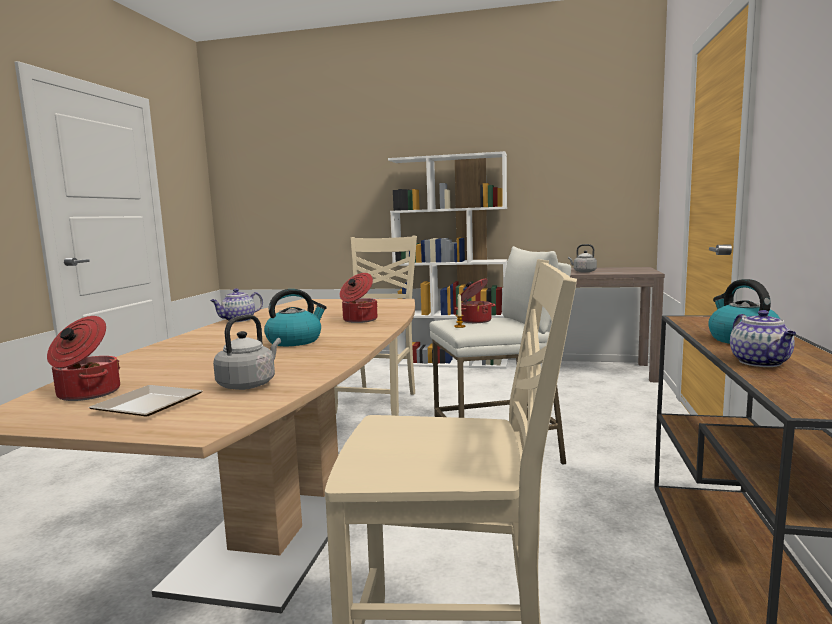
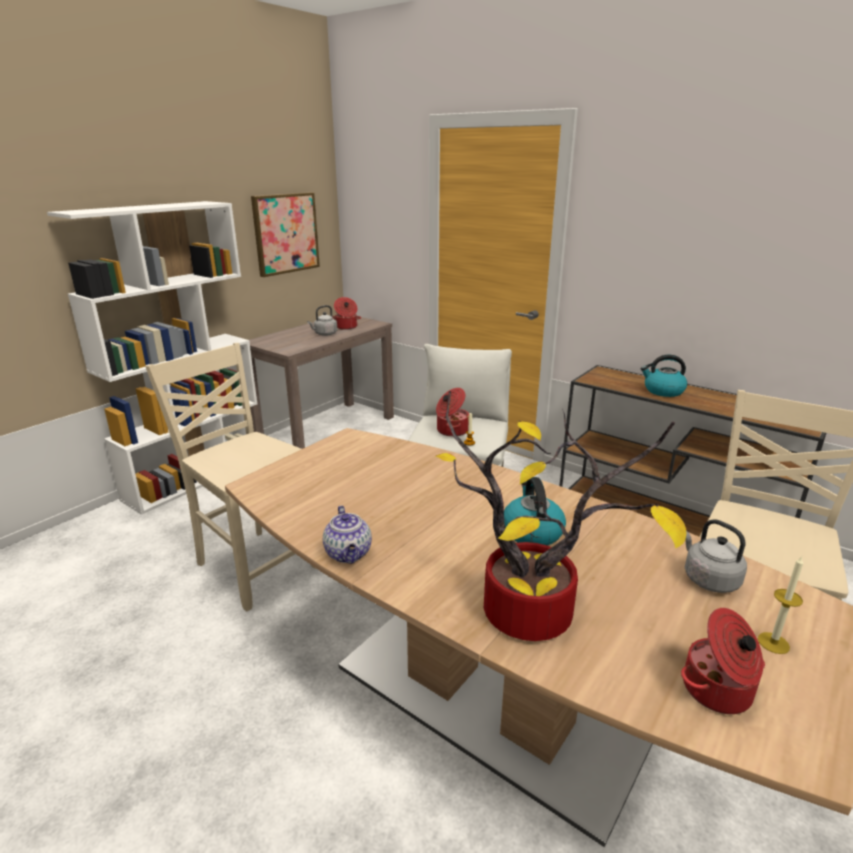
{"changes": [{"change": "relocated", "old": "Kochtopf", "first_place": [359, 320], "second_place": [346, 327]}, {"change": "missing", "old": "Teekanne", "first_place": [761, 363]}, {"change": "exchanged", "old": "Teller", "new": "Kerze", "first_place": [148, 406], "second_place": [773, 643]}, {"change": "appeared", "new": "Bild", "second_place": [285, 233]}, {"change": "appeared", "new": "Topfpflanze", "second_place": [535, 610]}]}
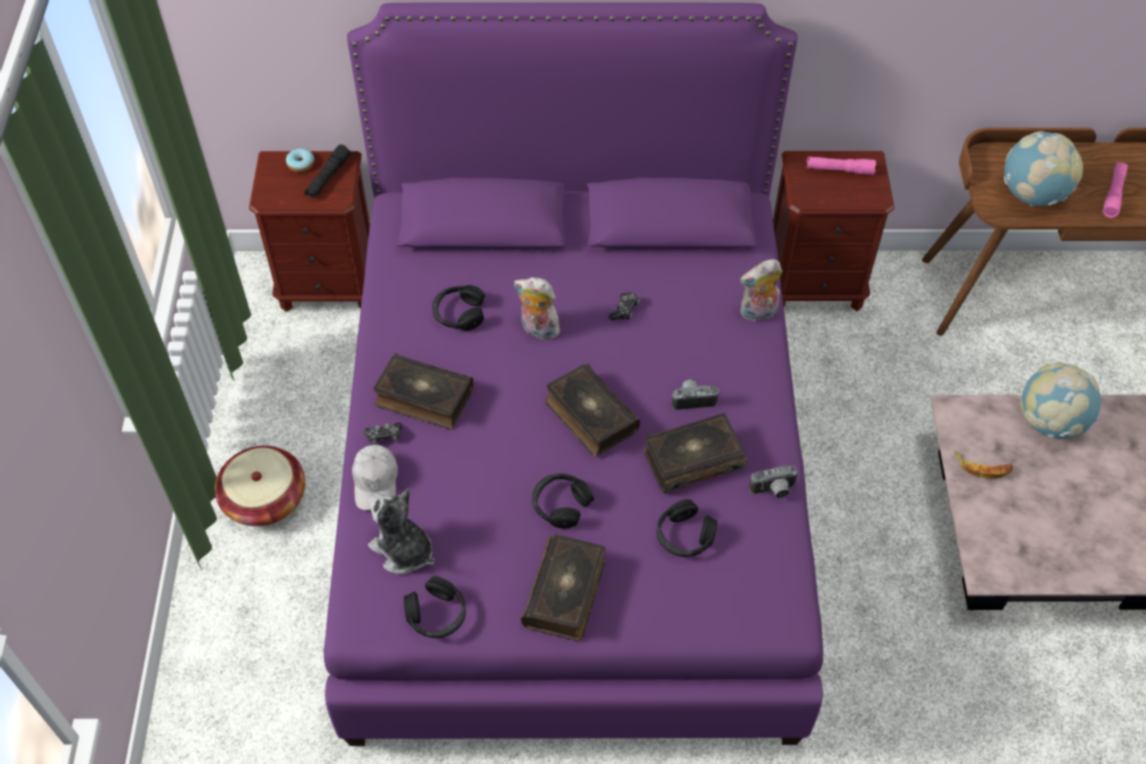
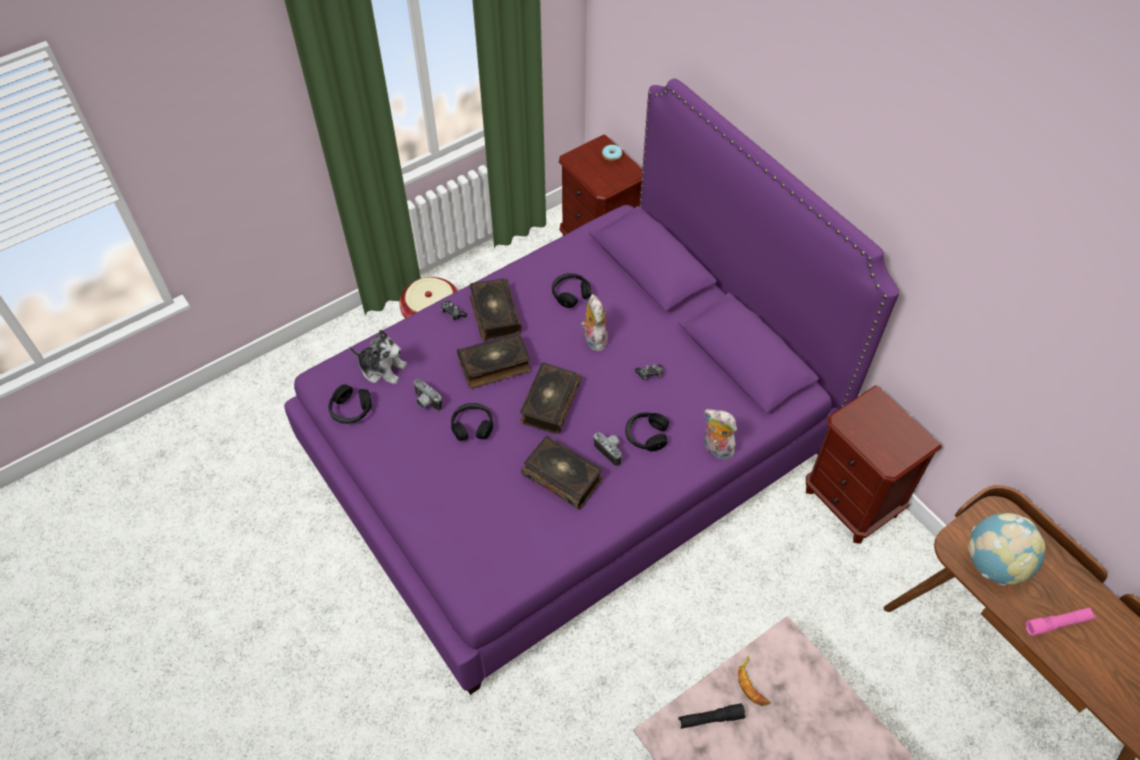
{"changes": [{"change": "relocated", "old": "Taschenlampe [schwarz]", "first_place": [328, 177], "second_place": [710, 719]}, {"change": "missing", "old": "Taschenlampe [rosa]", "first_place": [839, 170]}, {"change": "missing", "old": "Globus", "first_place": [1050, 422]}, {"change": "missing", "old": "Kappe [weiß]", "first_place": [376, 482]}, {"change": "relocated", "old": "Kamera", "first_place": [773, 491], "second_place": [425, 402]}, {"change": "spun", "old": "Plüschtier", "first_place": [403, 550], "second_place": [382, 368], "degrees": 105}, {"change": "relocated", "old": "Kopfhörer [schwarz]", "first_place": [684, 536], "second_place": [646, 435]}, {"change": "relocated", "old": "Buch", "first_place": [566, 593], "second_place": [495, 365]}]}
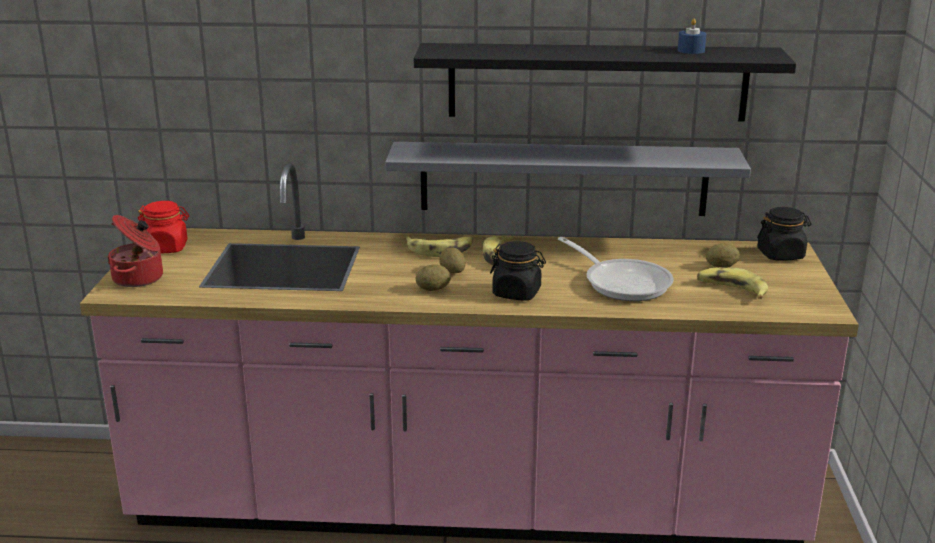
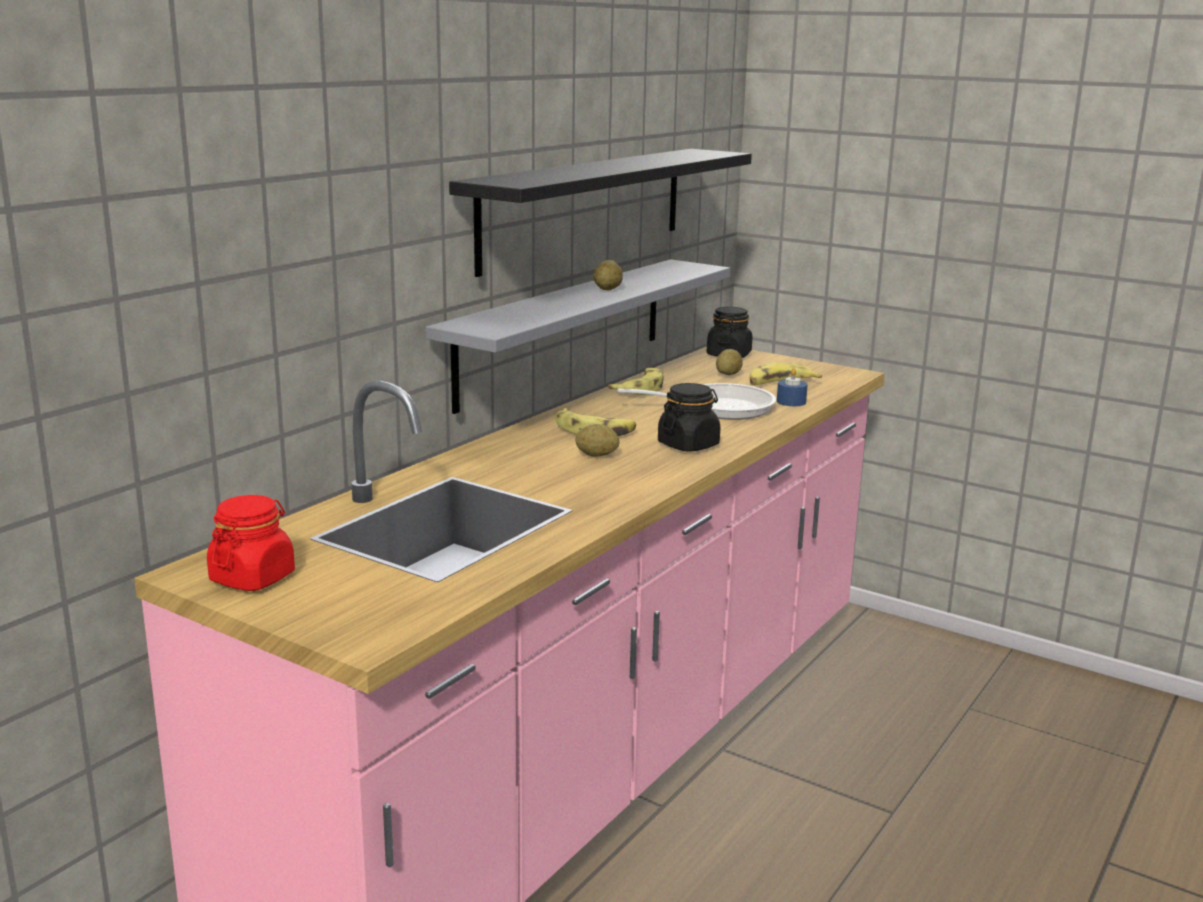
{"changes": [{"change": "relocated", "old": "Kerze [blau]", "first_place": [691, 50], "second_place": [791, 402]}, {"change": "missing", "old": "Kochtopf", "first_place": [139, 278]}, {"change": "relocated", "old": "Banane", "first_place": [440, 250], "second_place": [640, 389]}, {"change": "relocated", "old": "Kartoffel", "first_place": [433, 289], "second_place": [608, 289]}]}
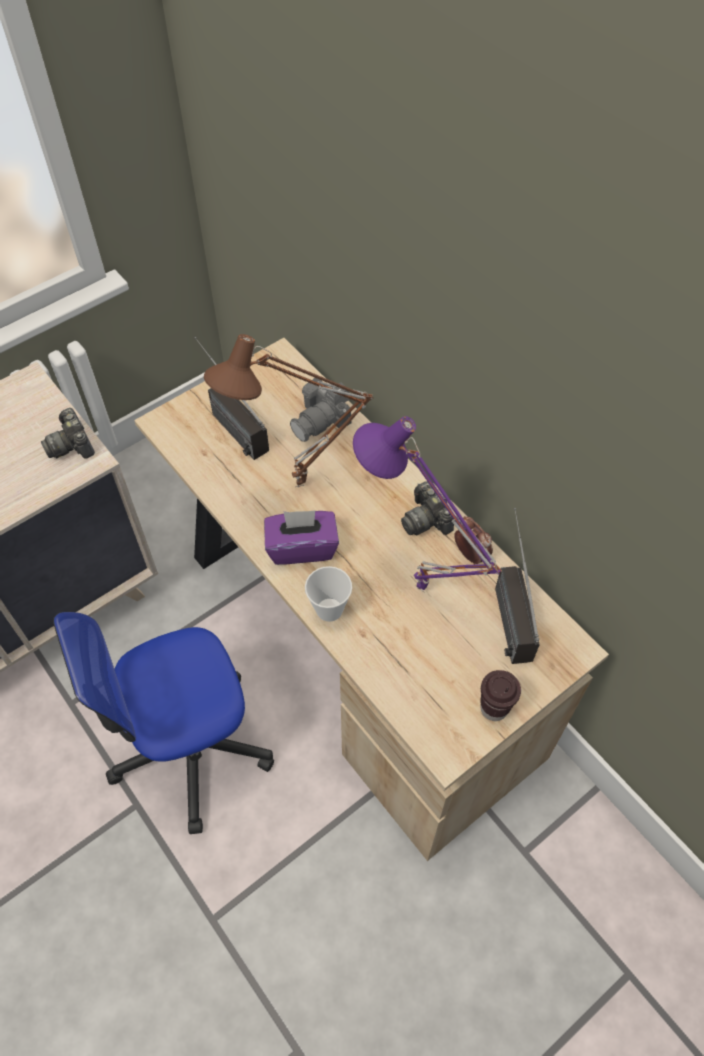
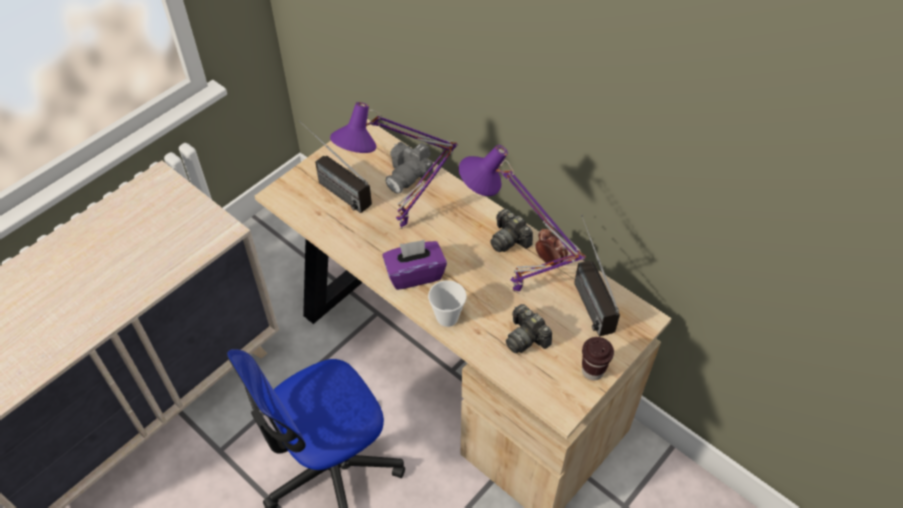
{"changes": [{"change": "colour", "old": "Tischlampe [braun]", "new": "Tischlampe [lila]", "first_place": [301, 489], "second_place": [404, 230]}, {"change": "relocated", "old": "Kamera", "first_place": [72, 445], "second_place": [526, 337]}]}
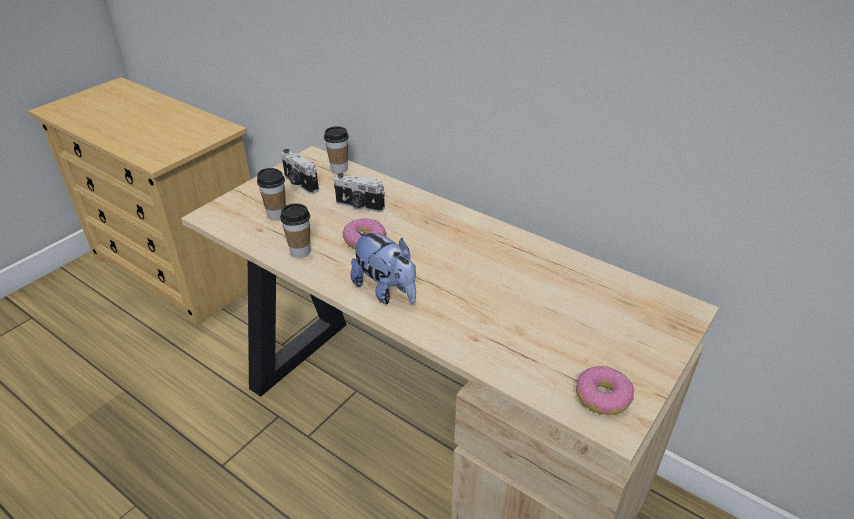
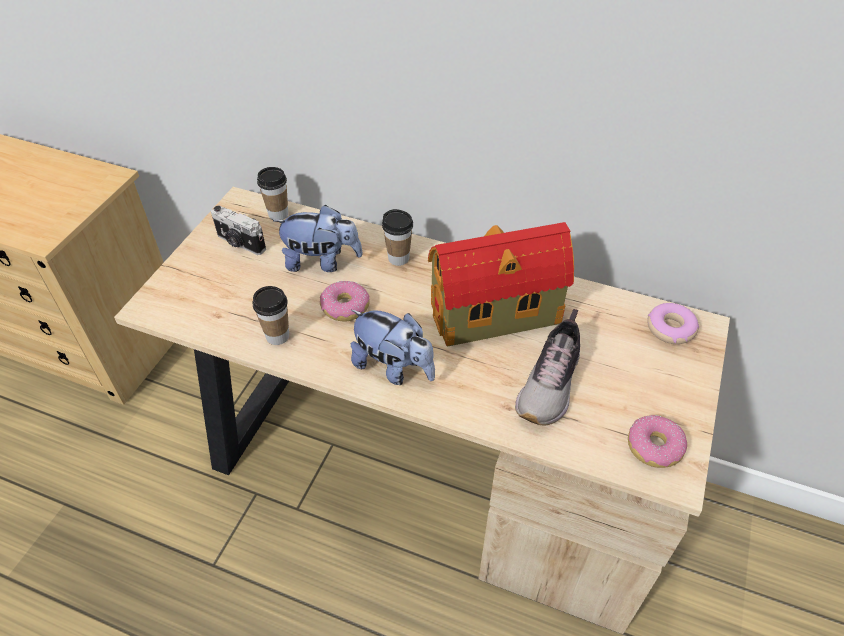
{"changes": [{"change": "relocated", "old": "Tasse", "first_place": [276, 214], "second_place": [398, 258]}, {"change": "exchanged", "old": "Kamera", "new": "Plüschtier", "first_place": [359, 206], "second_place": [321, 262]}, {"change": "appeared", "new": "Spielzeughaus", "second_place": [498, 314]}, {"change": "appeared", "new": "Donut", "second_place": [670, 329]}, {"change": "appeared", "new": "Schuh", "second_place": [551, 384]}]}
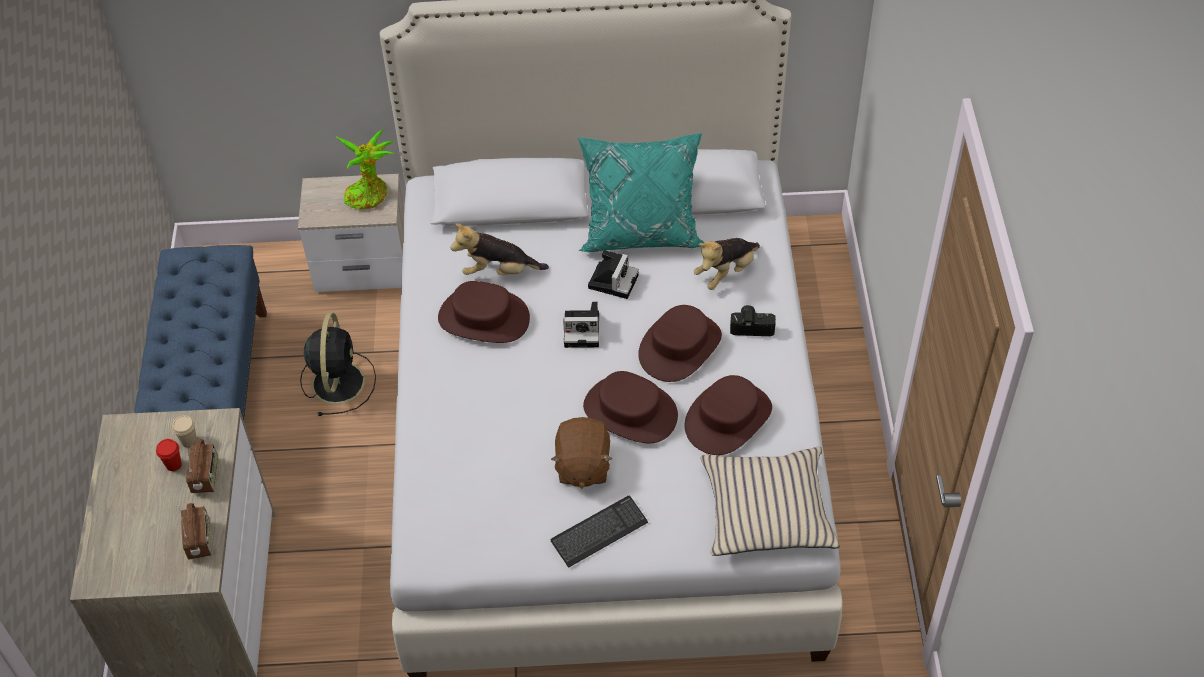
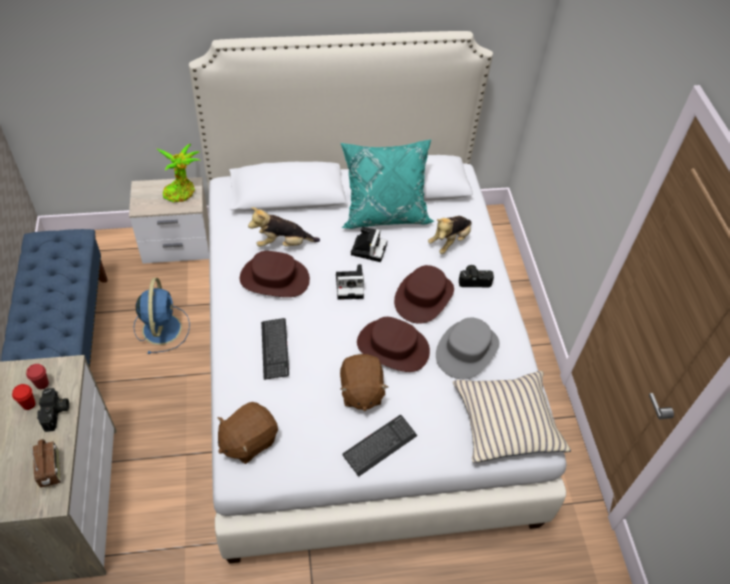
{"changes": [{"change": "colour", "old": "Ventilator [schwarz]", "new": "Ventilator [blau]", "first_place": [338, 381], "second_place": [162, 327]}, {"change": "colour", "old": "Hut [braun]", "new": "Hut [grau]", "first_place": [727, 418], "second_place": [466, 350]}, {"change": "colour", "old": "Tasse [beige]", "new": "Tasse [rot]", "first_place": [189, 441], "second_place": [42, 384]}, {"change": "exchanged", "old": "Radio", "new": "Kamera", "first_place": [206, 476], "second_place": [56, 413]}, {"change": "appeared", "new": "Tastatur", "second_place": [275, 349]}, {"change": "appeared", "new": "Plüschtier [braun]", "second_place": [248, 441]}]}
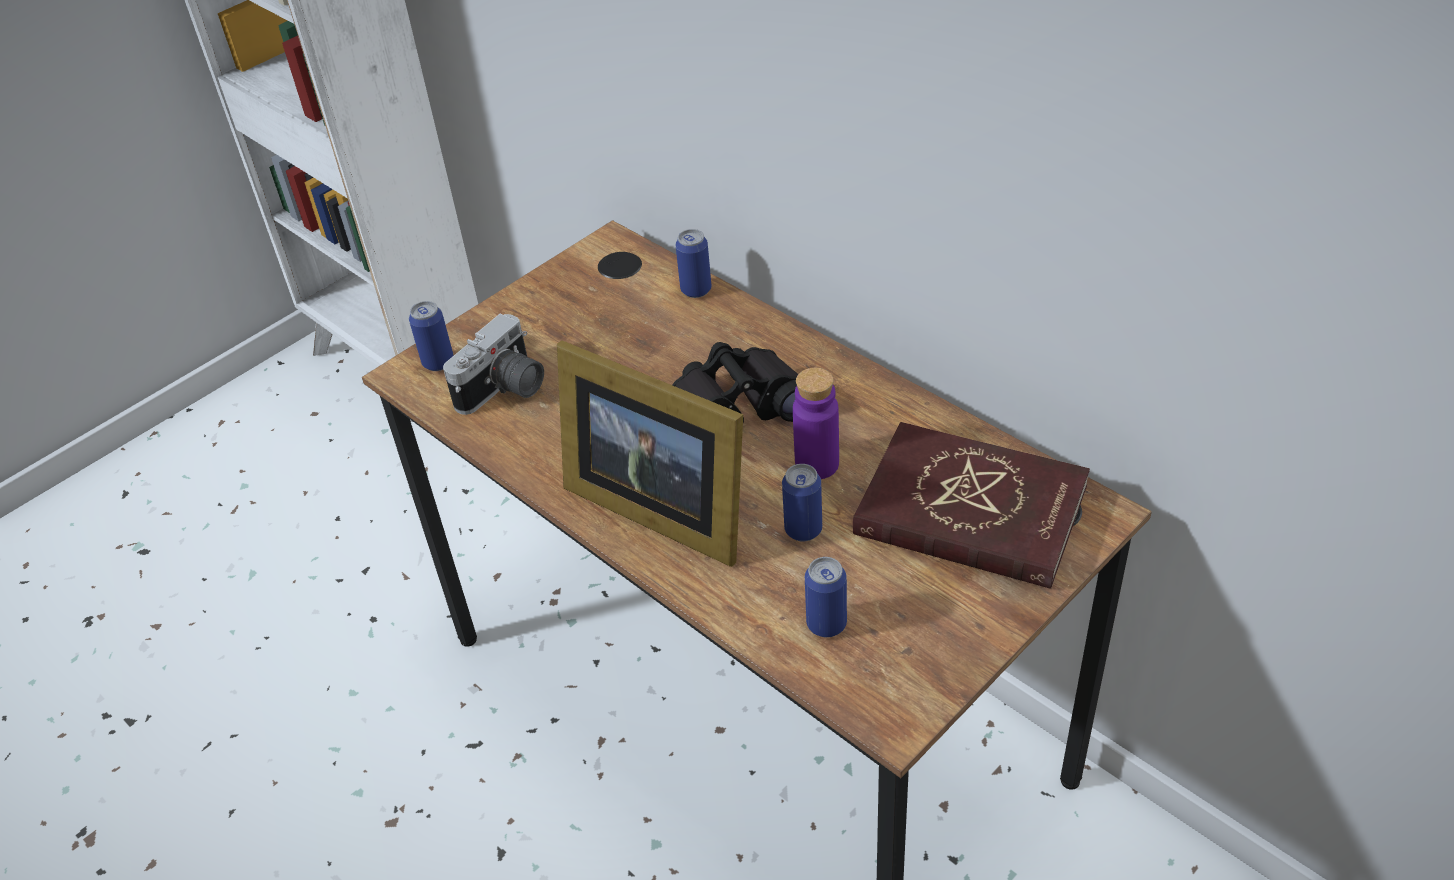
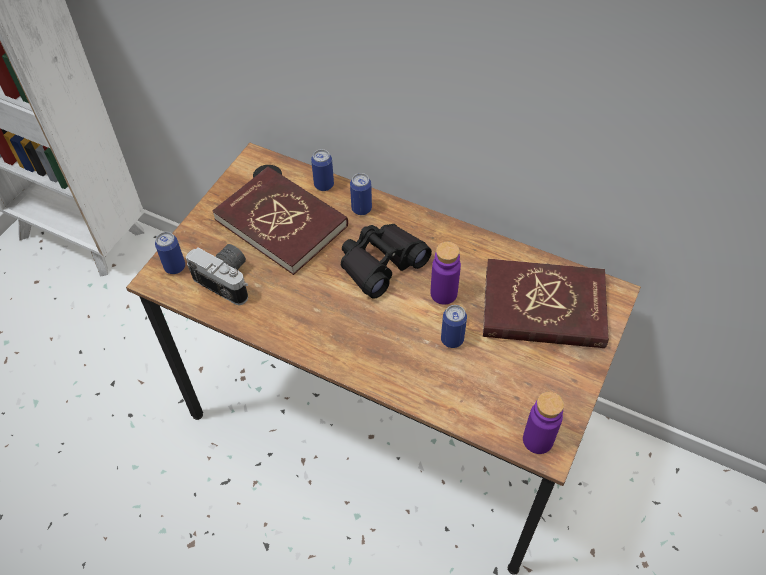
{"changes": [{"change": "spun", "old": "Kamera", "first_place": [505, 390], "second_place": [228, 279], "degrees": -75}, {"change": "missing", "old": "Bilderrahmen", "first_place": [657, 504]}, {"change": "relocated", "old": "Dose", "first_place": [826, 624], "second_place": [361, 209]}, {"change": "appeared", "new": "Buch [rot]", "second_place": [281, 222]}, {"change": "appeared", "new": "Flasche [lila]", "second_place": [537, 440]}]}
